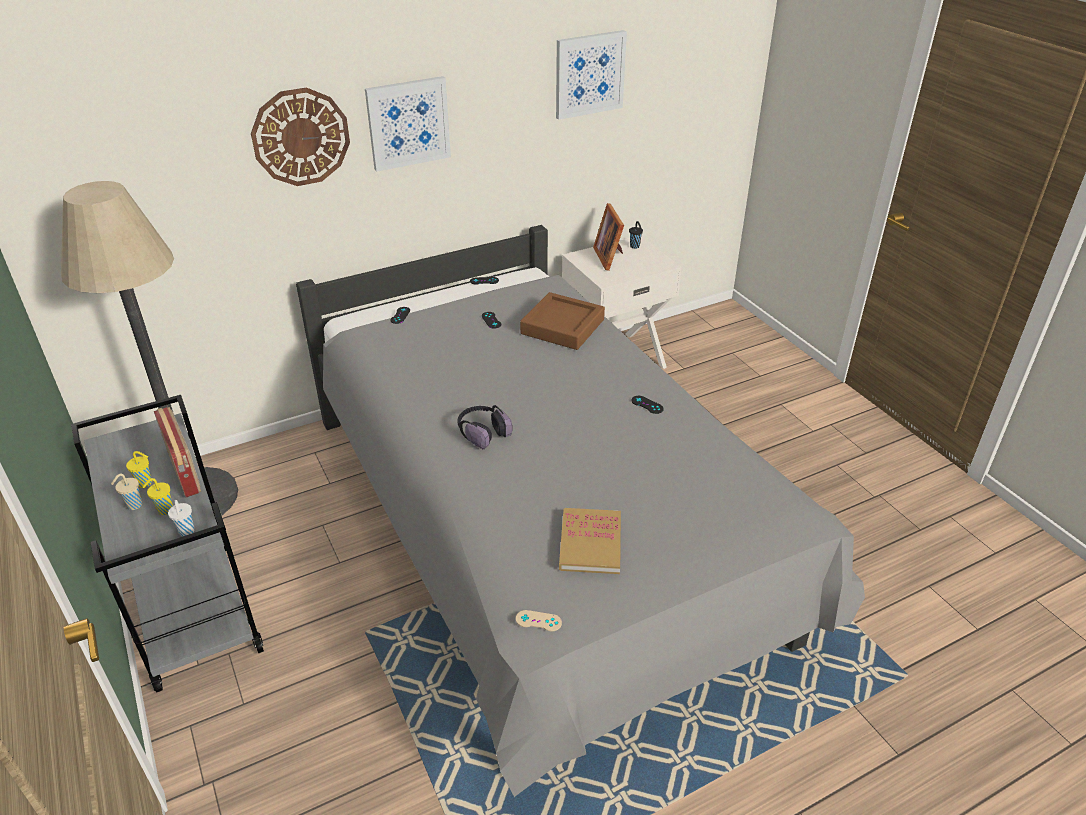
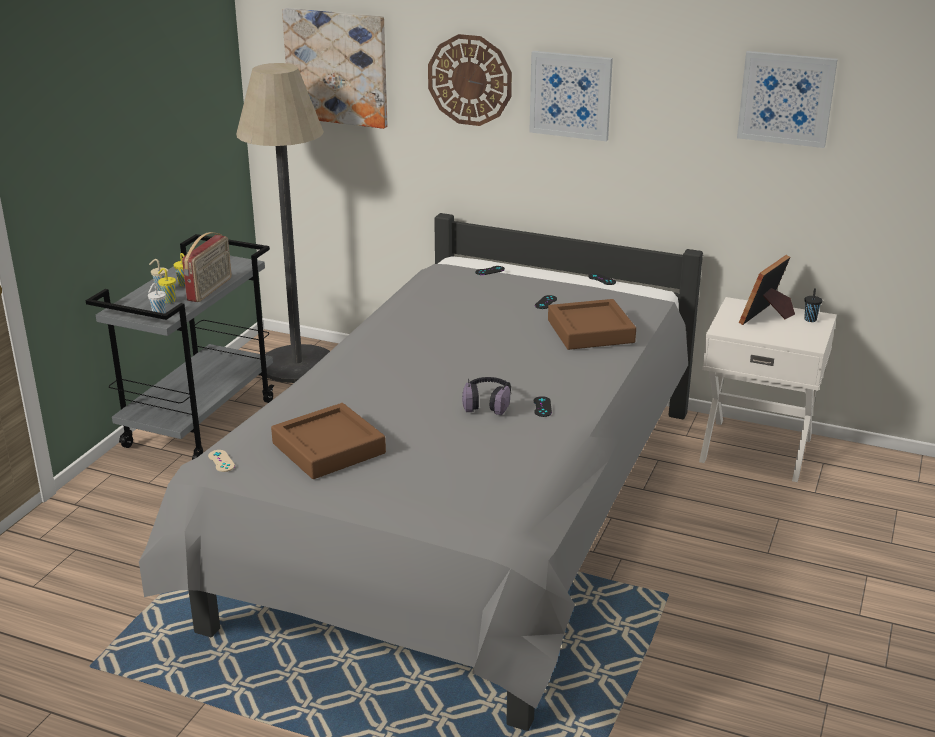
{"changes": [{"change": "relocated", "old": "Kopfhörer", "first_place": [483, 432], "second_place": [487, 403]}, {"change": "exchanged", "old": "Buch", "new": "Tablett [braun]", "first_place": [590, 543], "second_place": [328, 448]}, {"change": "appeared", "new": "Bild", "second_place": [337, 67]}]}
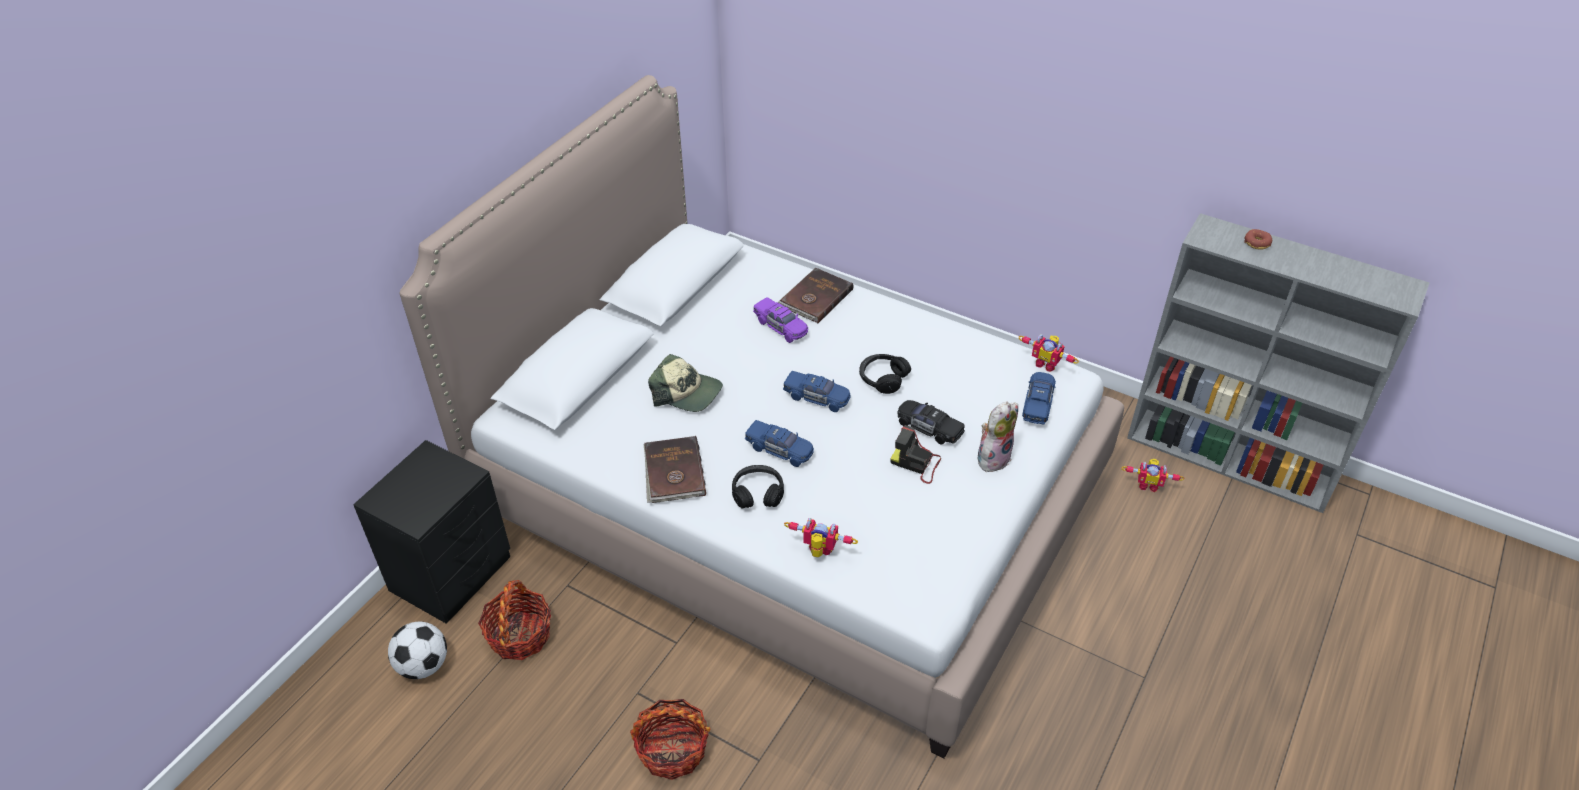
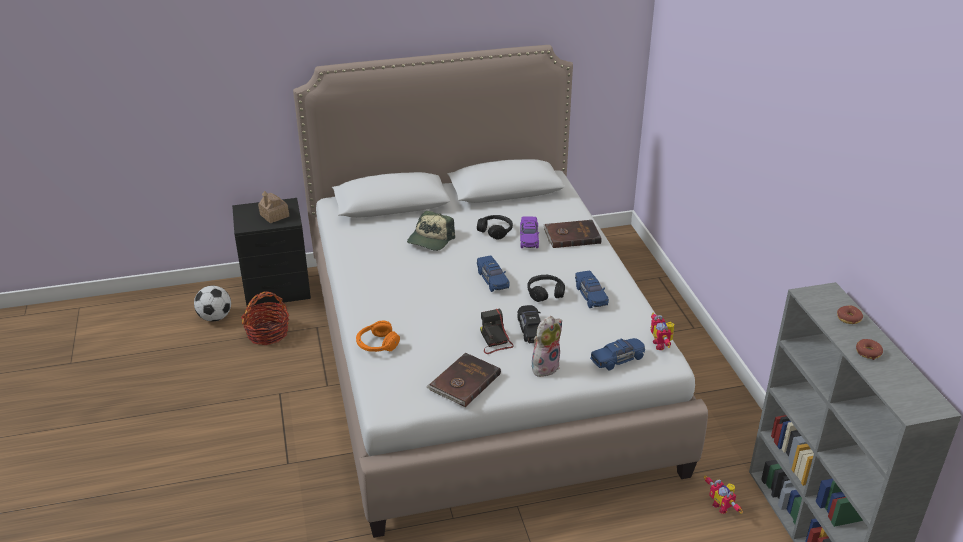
{"changes": [{"change": "spun", "old": "Kappe", "first_place": [687, 393], "second_place": [430, 240], "degrees": 45}, {"change": "spun", "old": "Plüschtier", "first_place": [993, 457], "second_place": [544, 366], "degrees": -45}, {"change": "relocated", "old": "Spielzeugauto [blau]", "first_place": [780, 450], "second_place": [591, 295]}, {"change": "relocated", "old": "Buch [braun]", "first_place": [673, 473], "second_place": [464, 382]}, {"change": "relocated", "old": "Kopfhörer [schwarz]", "first_place": [758, 493], "second_place": [495, 231]}, {"change": "exchanged", "old": "Spielzeugroboter", "new": "Kopfhörer [orange]", "first_place": [819, 552], "second_place": [377, 344]}, {"change": "missing", "old": "Korb", "first_place": [672, 750]}, {"change": "appeared", "new": "Spielzeughaus", "second_place": [274, 215]}, {"change": "appeared", "new": "Donut", "second_place": [868, 352]}]}
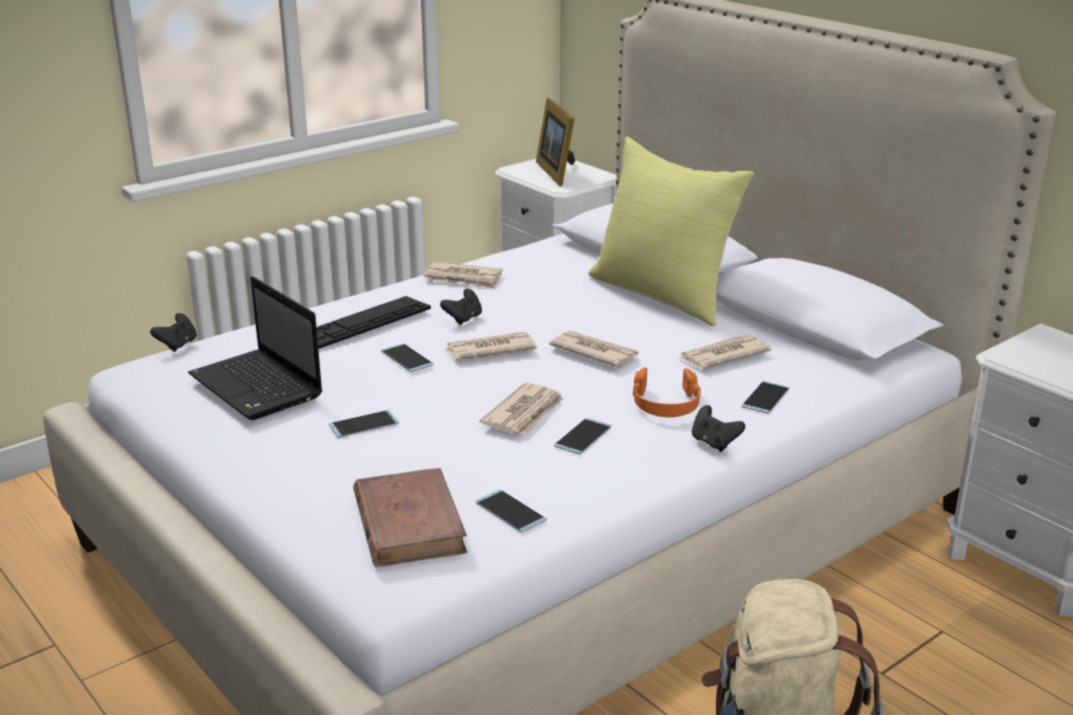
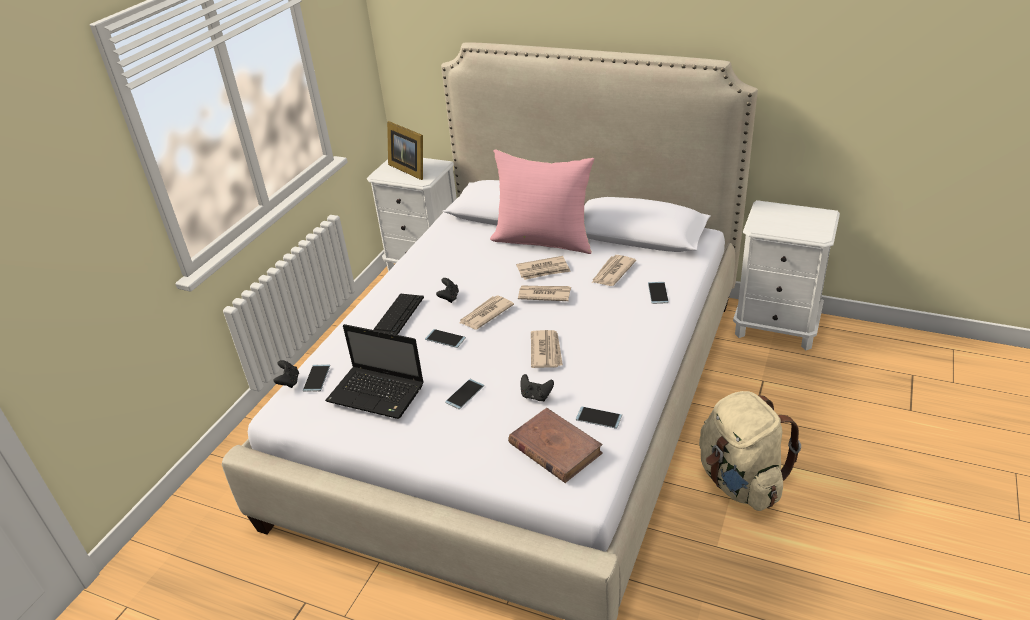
{"changes": [{"change": "colour", "old": "Kissen [gelb]", "new": "Kissen [rosa]", "first_place": [664, 294], "second_place": [544, 240]}, {"change": "relocated", "old": "Zeitung", "first_place": [464, 279], "second_place": [543, 270]}, {"change": "missing", "old": "Kopfhörer [orange]", "first_place": [666, 403]}, {"change": "relocated", "old": "Gamepad [schwarz]", "first_place": [714, 443], "second_place": [536, 396]}, {"change": "relocated", "old": "Handy", "first_place": [583, 436], "second_place": [316, 378]}]}
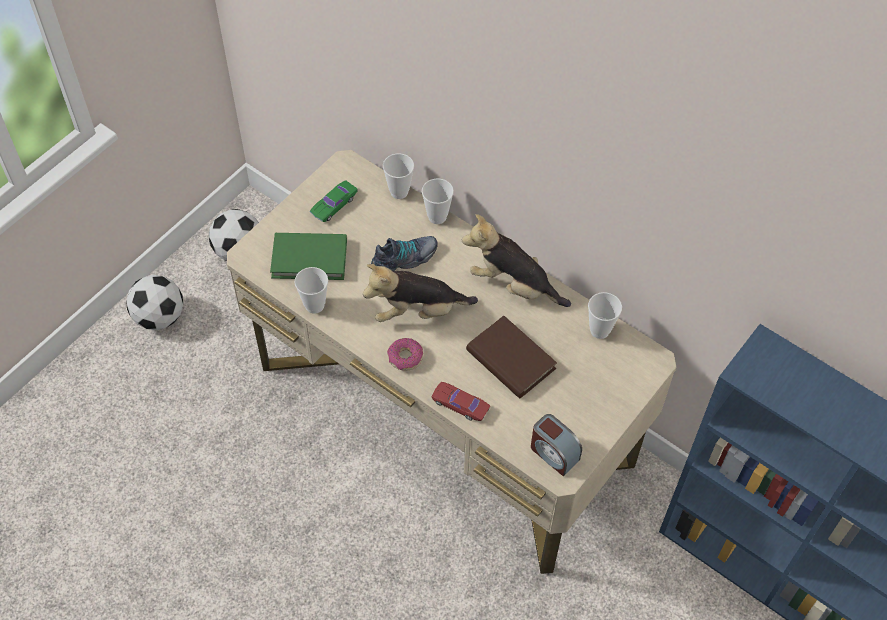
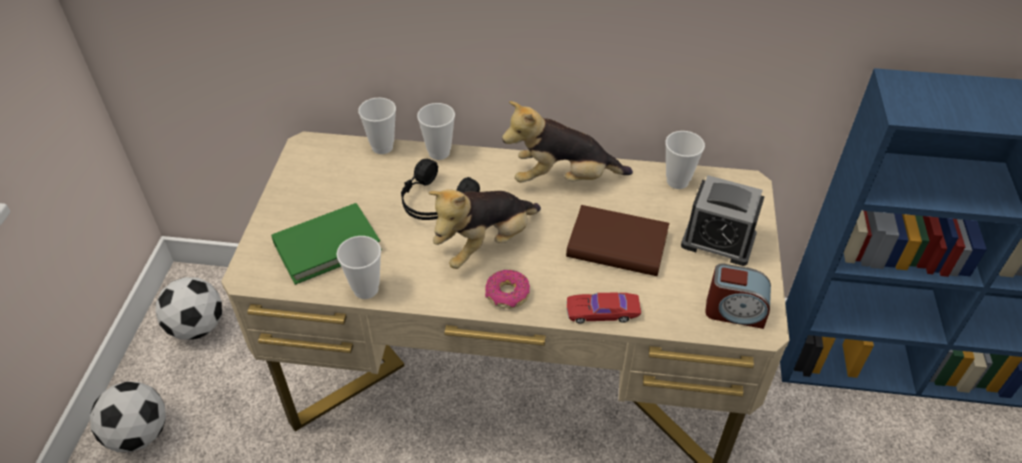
{"changes": [{"change": "missing", "old": "Spielzeugauto [grün]", "first_place": [334, 204]}, {"change": "exchanged", "old": "Schuh", "new": "Kopfhörer [schwarz]", "first_place": [405, 259], "second_place": [434, 203]}, {"change": "appeared", "new": "Wecker", "second_place": [718, 240]}]}
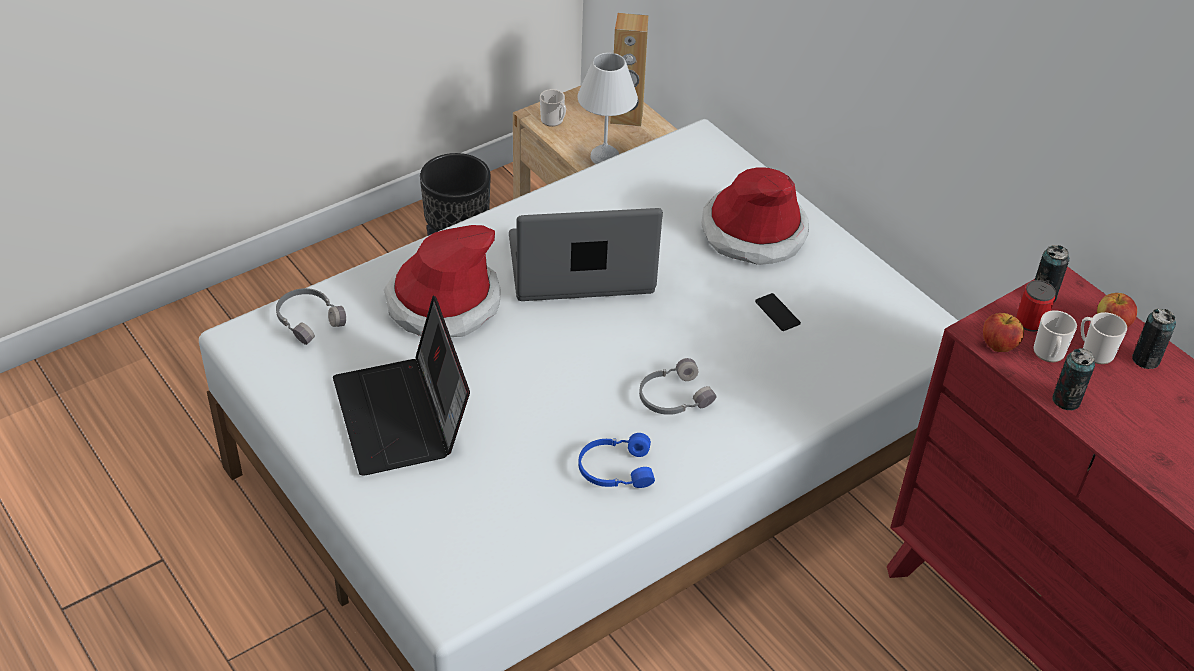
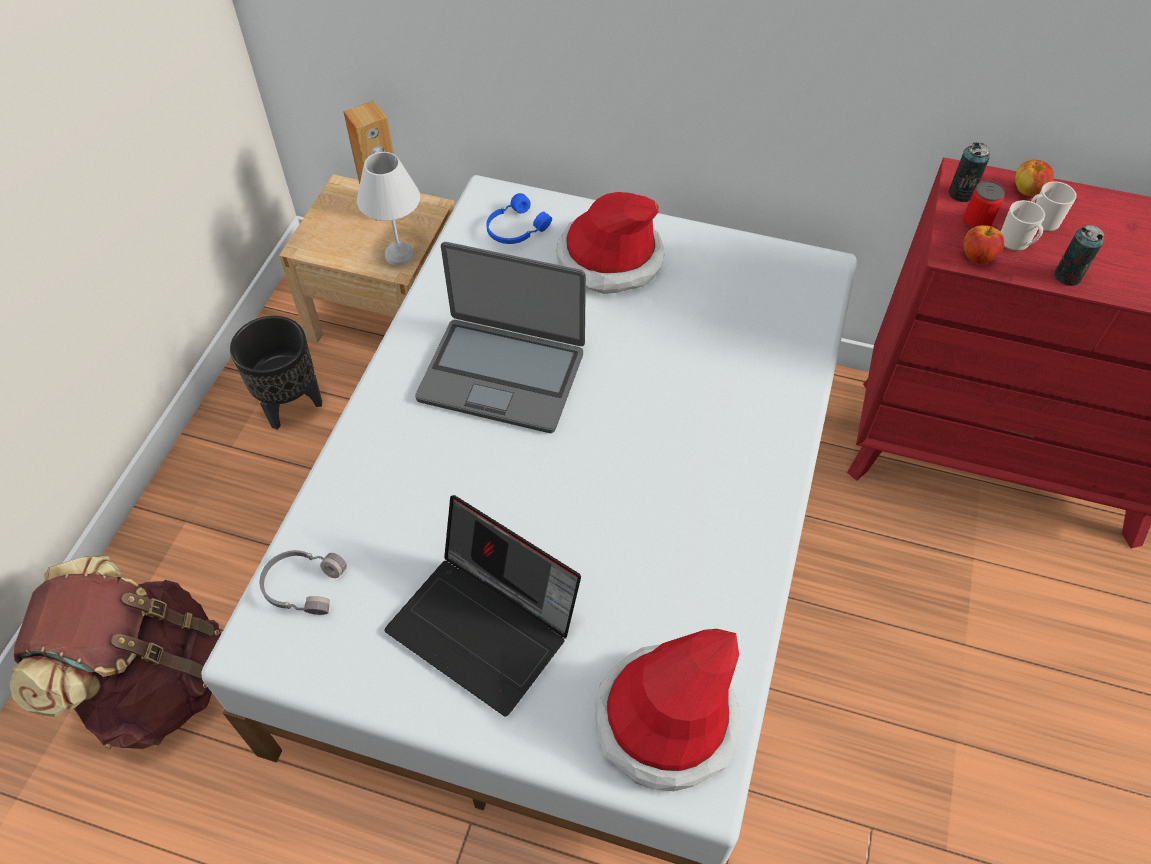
{"changes": [{"change": "missing", "old": "Henkelbecher", "first_place": [554, 121]}, {"change": "spun", "old": "Laptop", "first_place": [581, 267], "second_place": [502, 374], "degrees": -120}, {"change": "relocated", "old": "Hut", "first_place": [443, 303], "second_place": [666, 720]}, {"change": "missing", "old": "Handy", "first_place": [777, 313]}, {"change": "missing", "old": "Dose", "first_place": [1145, 360]}, {"change": "missing", "old": "Kopfhörer [grau]", "first_place": [673, 397]}, {"change": "relocated", "old": "Kopfhörer [blau]", "first_place": [615, 469], "second_place": [515, 229]}, {"change": "appeared", "new": "Rucksack [braun]", "second_place": [153, 681]}]}
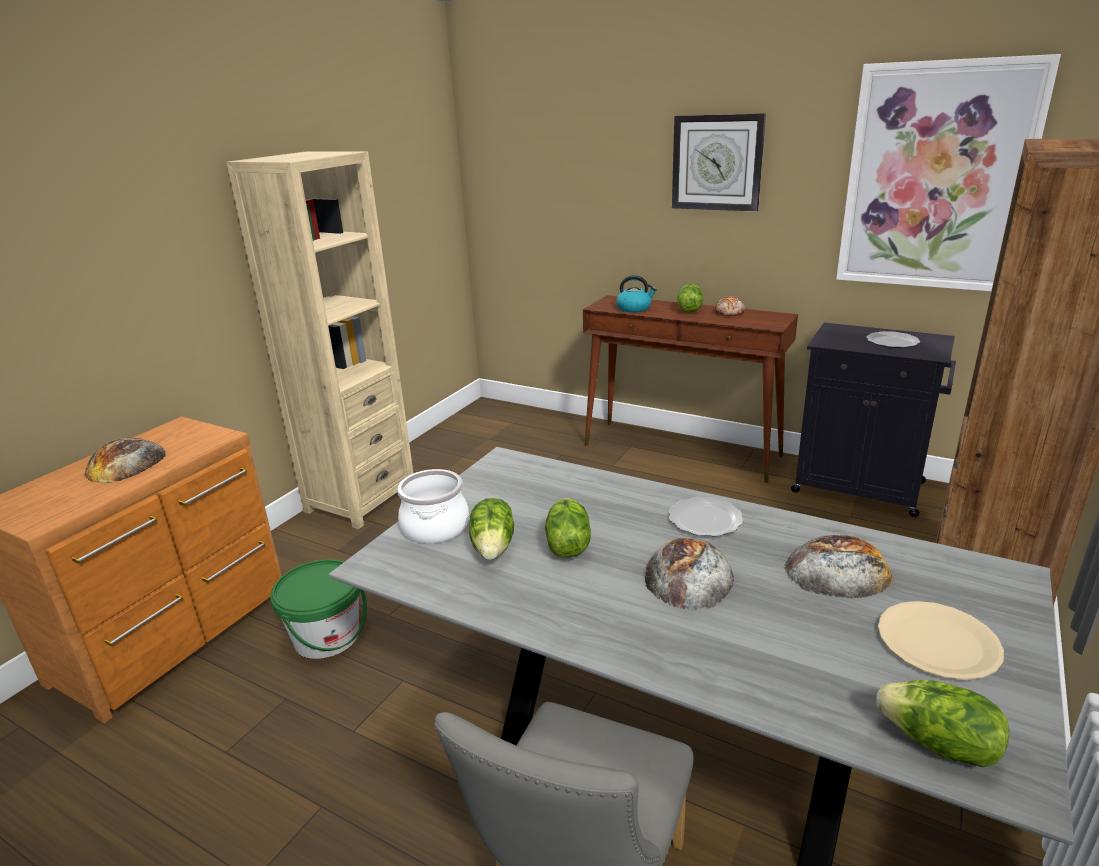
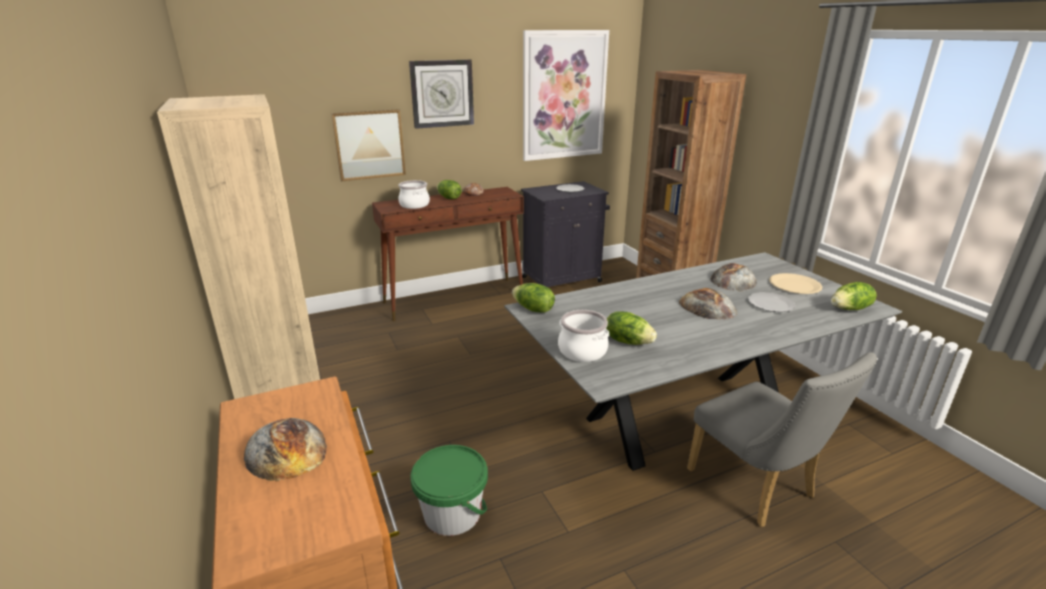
{"changes": [{"change": "exchanged", "old": "Wasserkessel", "new": "Kochtopf", "first_place": [634, 308], "second_place": [414, 205]}, {"change": "relocated", "old": "Teller", "first_place": [706, 519], "second_place": [770, 304]}, {"change": "relocated", "old": "Salatkopf", "first_place": [567, 545], "second_place": [533, 309]}, {"change": "appeared", "new": "Bild", "second_place": [369, 144]}]}
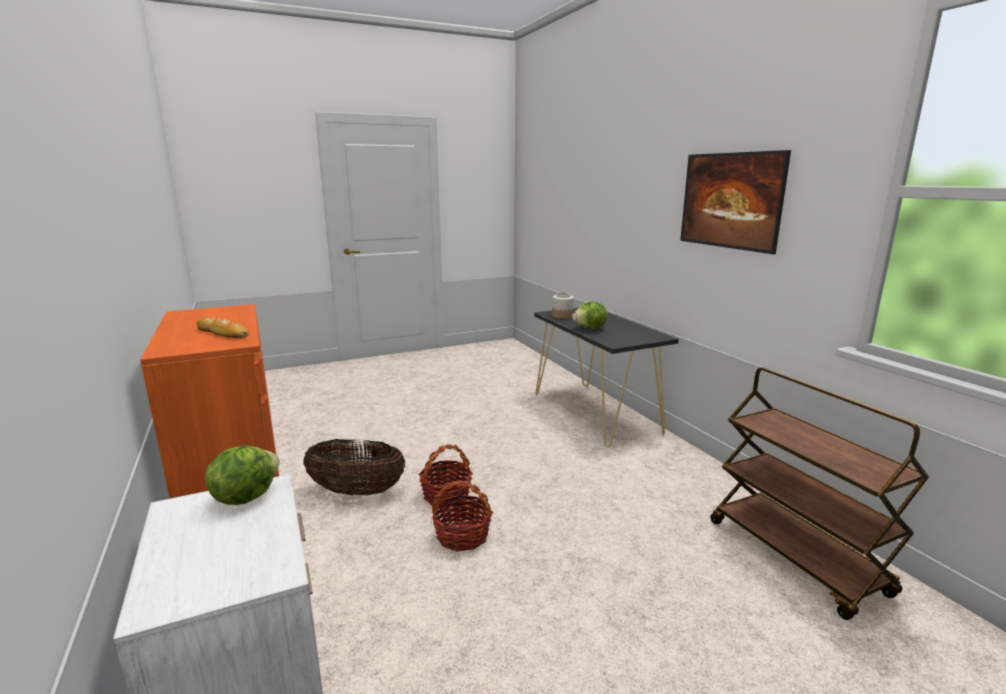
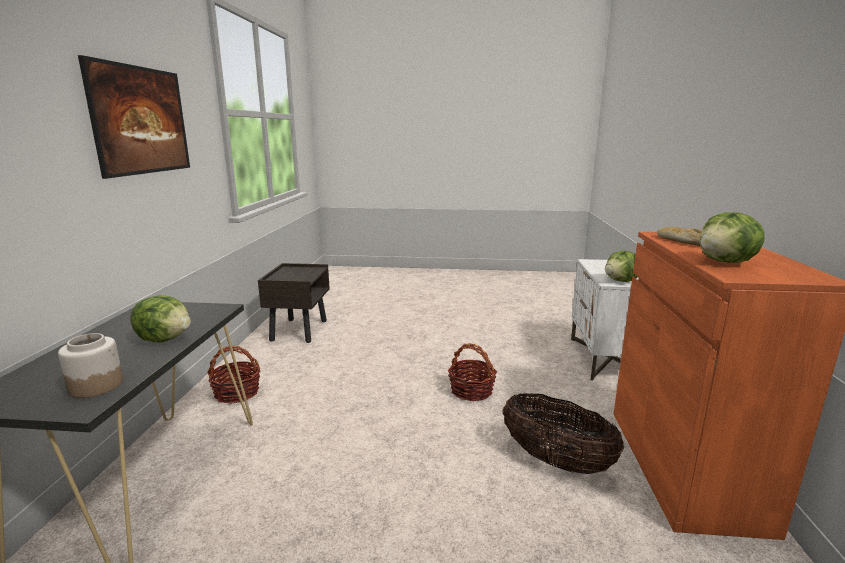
{"changes": [{"change": "exchanged", "old": "Rollwagen [braun]", "new": "Nachttisch [braun]", "first_place": [796, 557], "second_place": [299, 330]}, {"change": "relocated", "old": "Korb", "first_place": [446, 495], "second_place": [237, 393]}, {"change": "appeared", "new": "Salatkopf", "second_place": [726, 262]}]}
